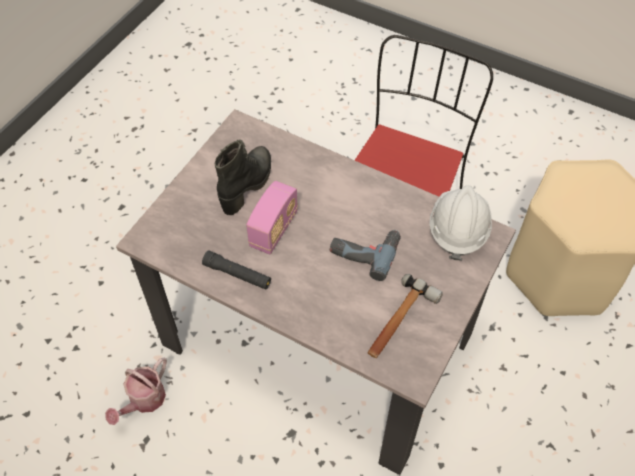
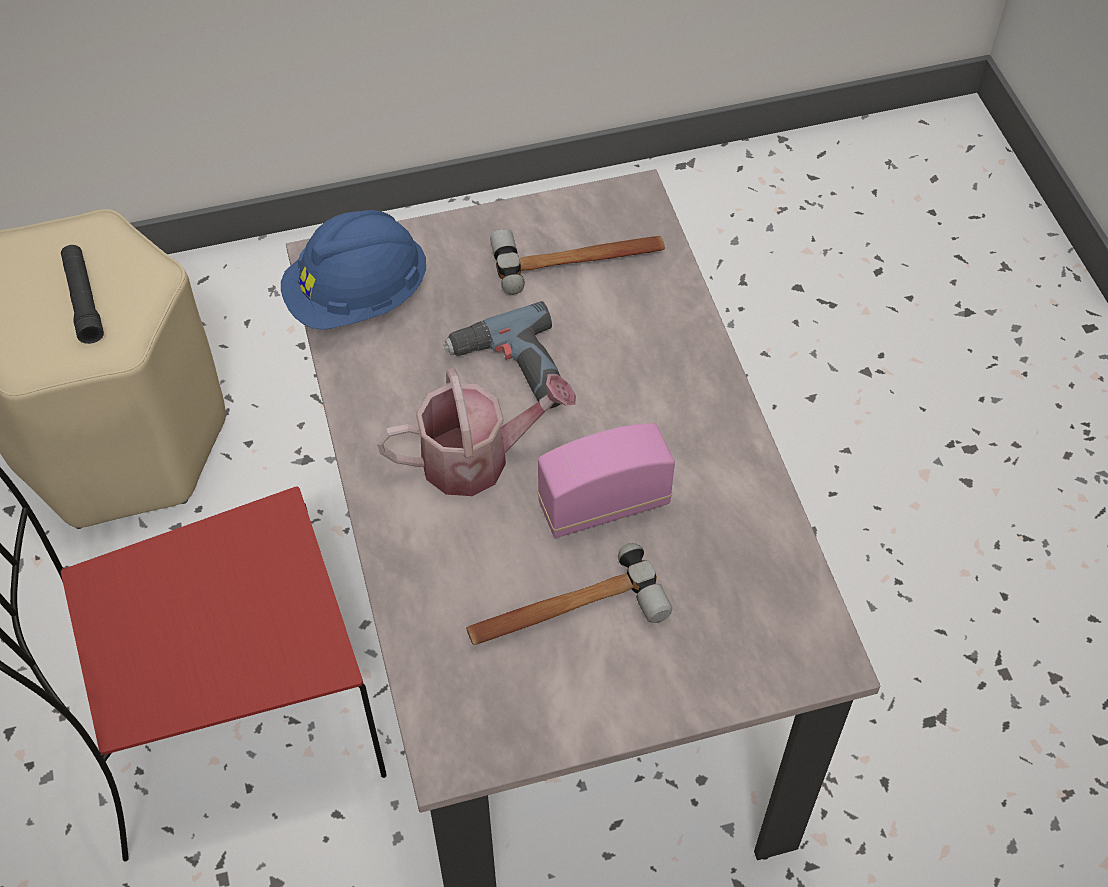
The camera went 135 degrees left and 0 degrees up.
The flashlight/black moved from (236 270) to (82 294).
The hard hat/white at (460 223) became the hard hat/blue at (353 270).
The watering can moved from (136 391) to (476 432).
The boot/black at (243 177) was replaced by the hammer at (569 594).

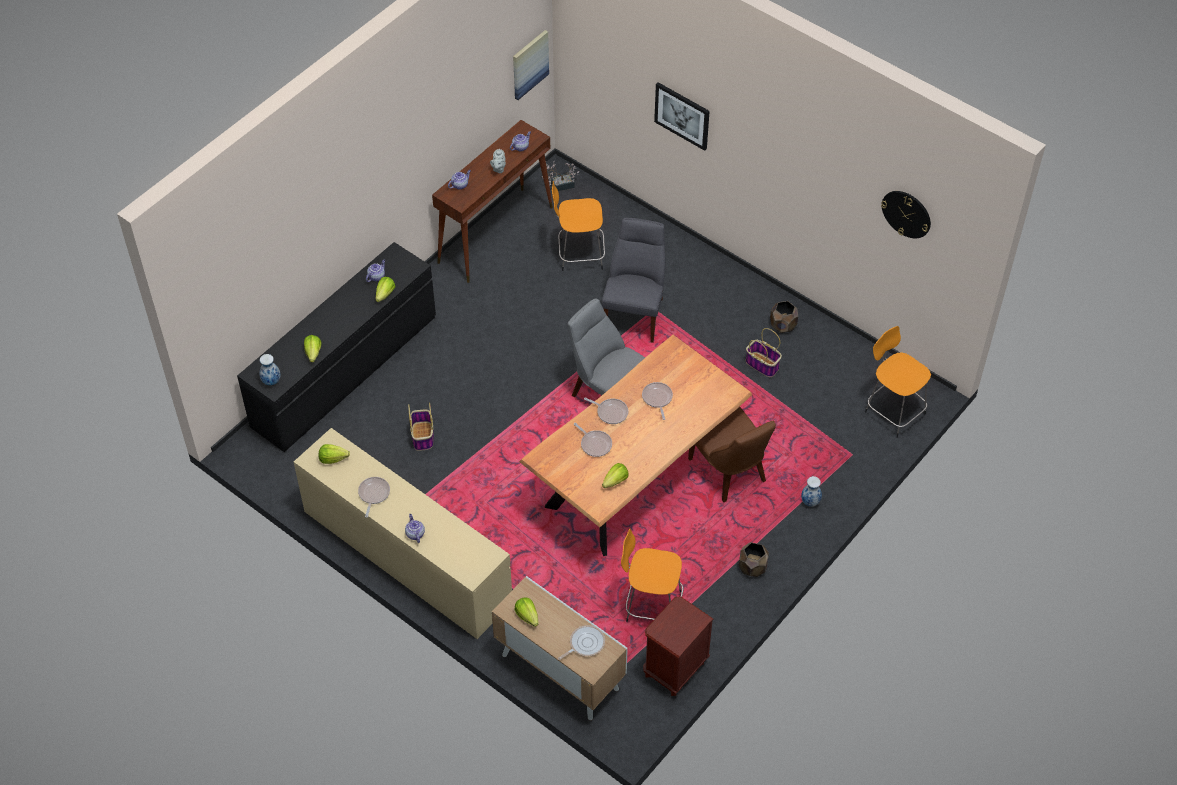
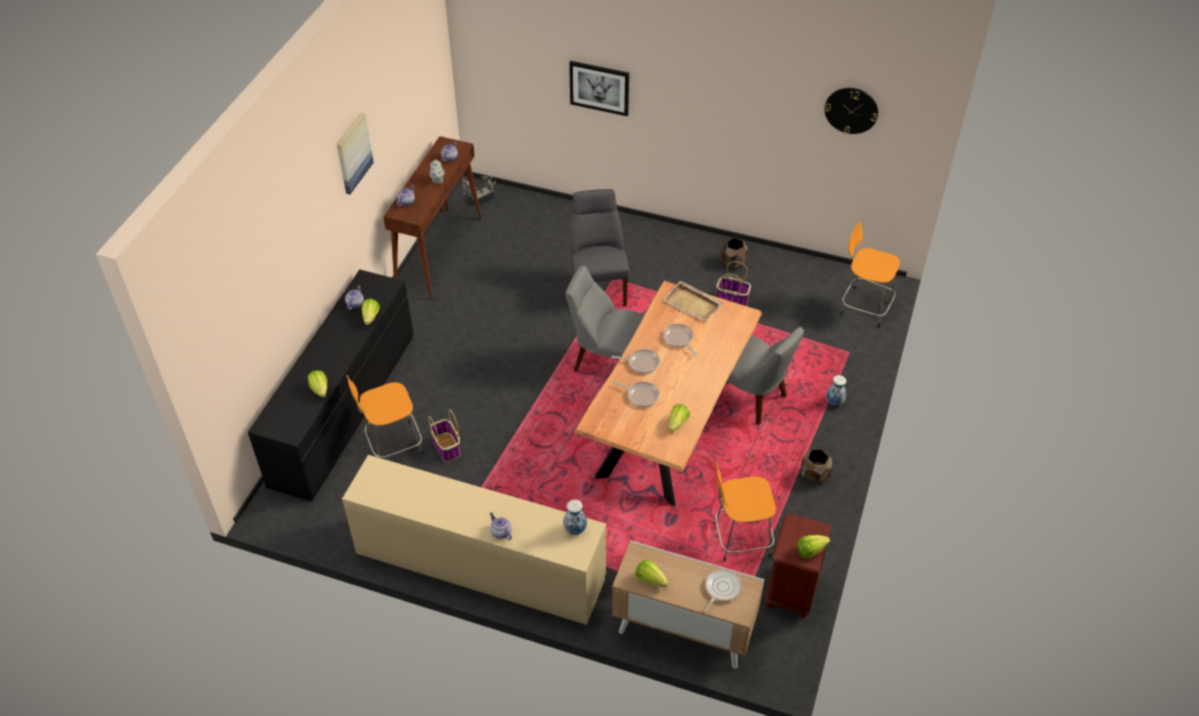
The camera went 20 degrees left and 5 degrees down.
The picture moved from (531 65) to (355 153).
The stool/orange moved from (578 226) to (384 416).
The vase moved from (270 369) to (575 517).
The tray/beige at (693 301) appeared.
The chair/brown at (732 454) became the chair/grey at (765 376).
The lettuce moved from (334 454) to (813 546).
The frying pan at (374 497) disappeared.

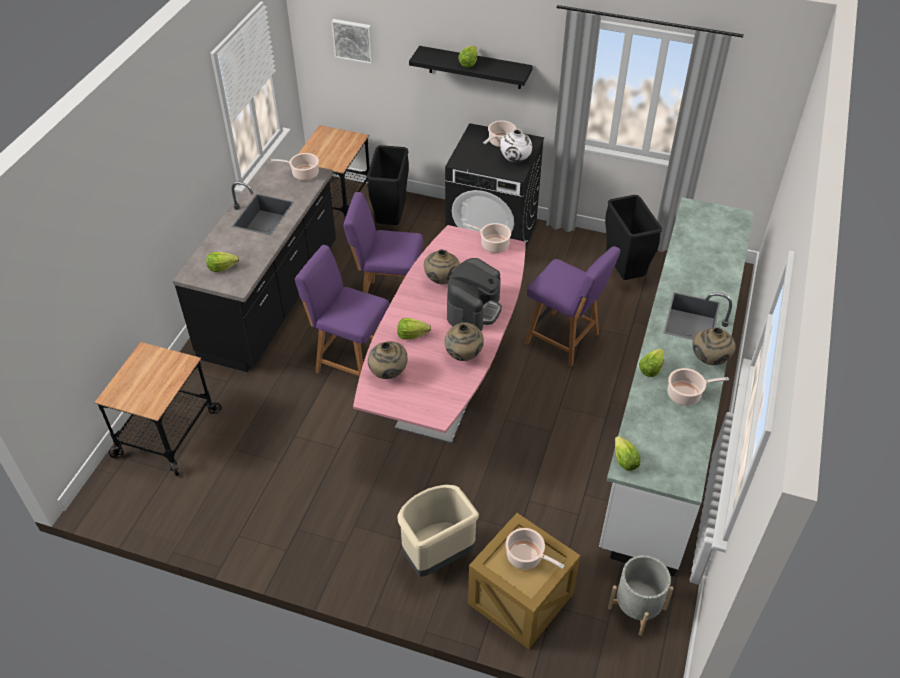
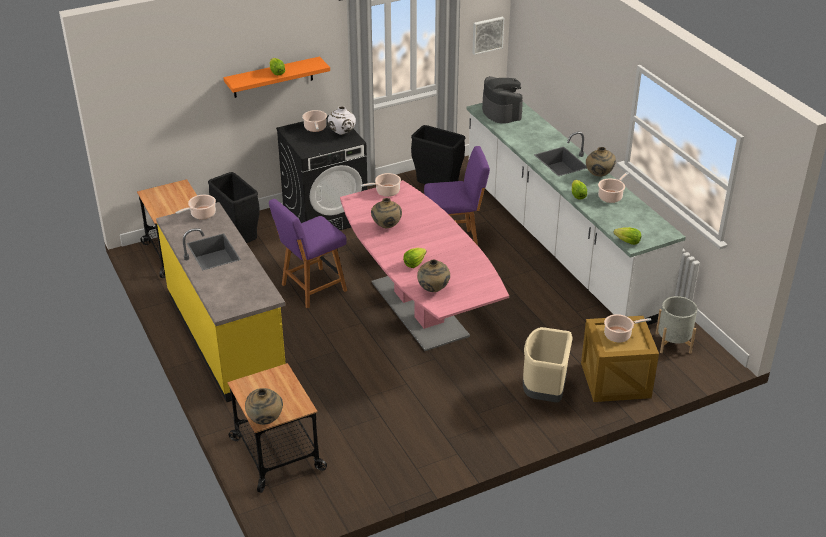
The camera went 45 degrees left and 10 degrees down.
The counter/black at (254 264) became the counter/yellow at (221 302).
The shelf/black at (471 67) became the shelf/orange at (276 77).
The vase/beige moved from (464 341) to (264 406).
The picture moved from (352 41) to (488 36).
The coffee machine moved from (474 294) to (502 100).
The lettuce at (222 262) disappeared.
The chair/purple at (342 311) disappeared.

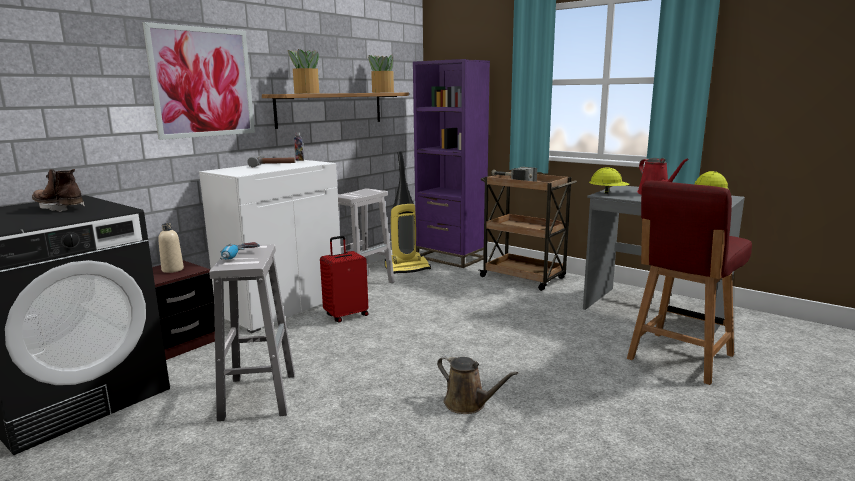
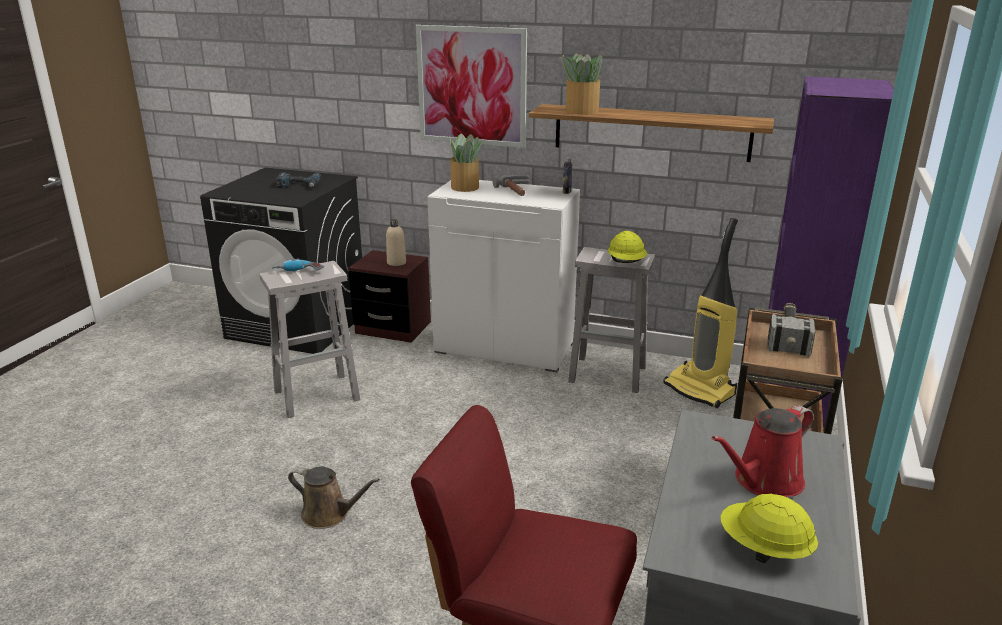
The camera went 70 degrees right and 10 degrees up.
The boot/brown at (58 190) was replaced by the power drill at (298 180).
The watering can/brown at (477 384) turned 90 degrees counterclockwise.
The potted plant moved from (380 74) to (465 162).
The hard hat/yellow moved from (609 180) to (627 247).
The suitcase/red at (344 279) disappeared.

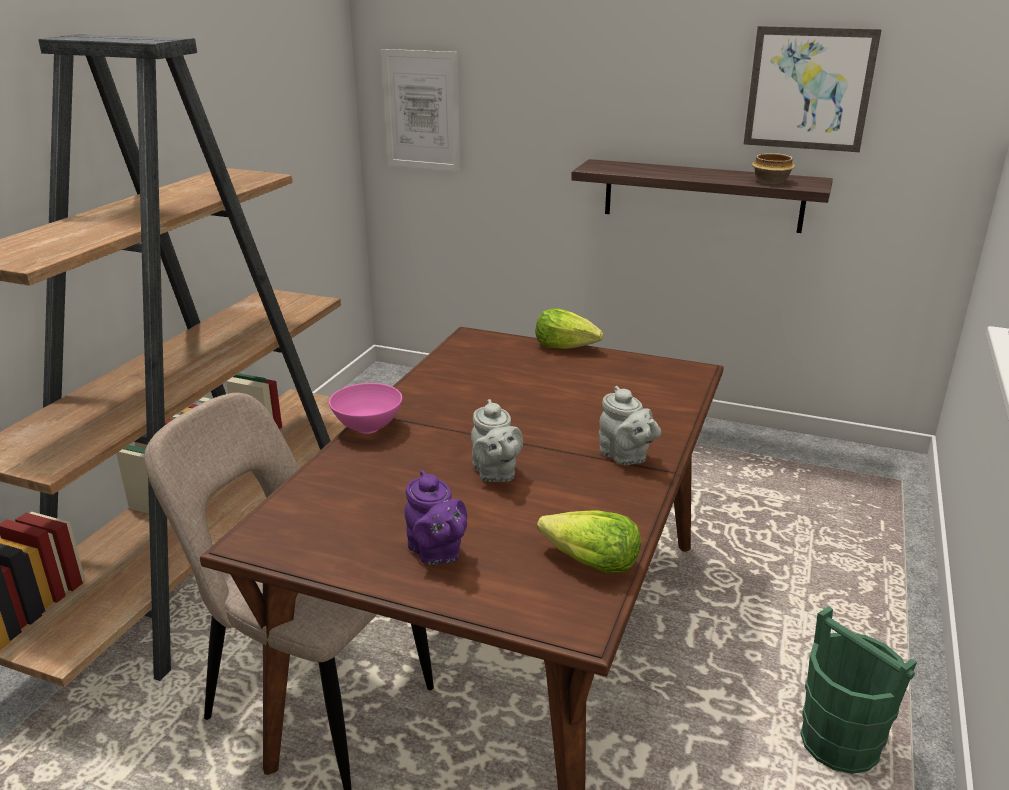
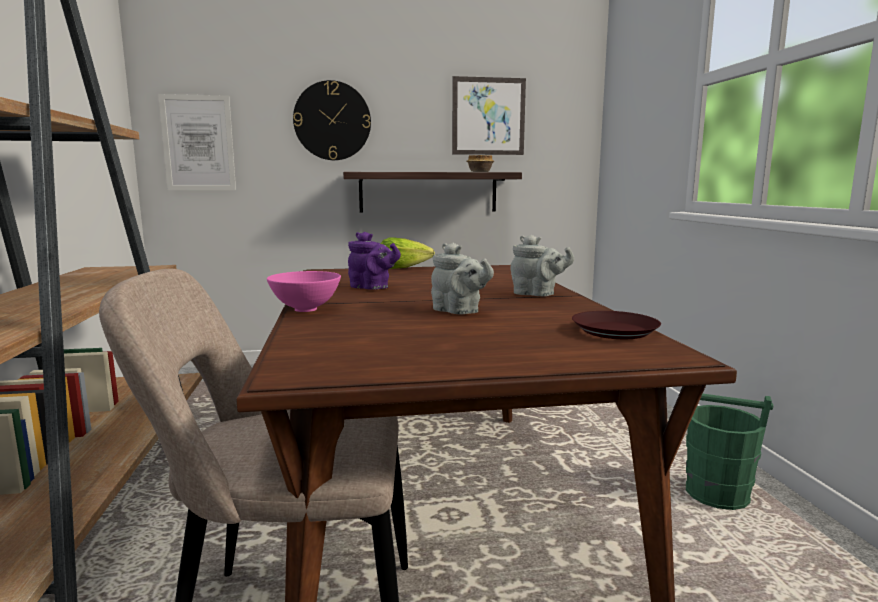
The camera went 30 degrees left and 15 degrees down.
The wall clock at (332 120) appeared.
The teapot/purple moved from (436 518) to (374 261).
The lettuce at (589 541) was replaced by the plate/brown at (616 325).

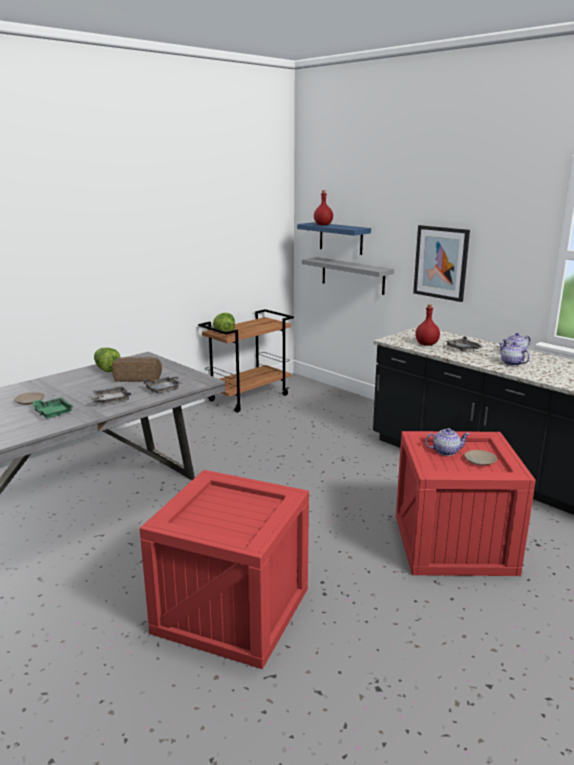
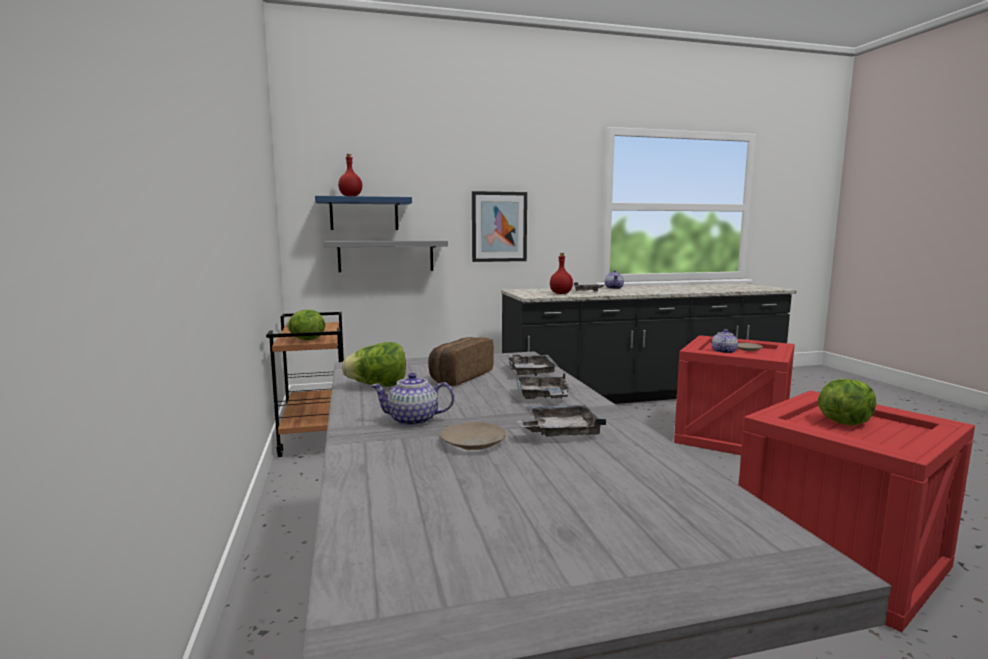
The camera went 60 degrees left and 10 degrees down.
The teapot moved from (514 354) to (412 399).
The tray/green at (53 408) became the tray/grey at (561 420).
The lettuce at (847 402) appeared.

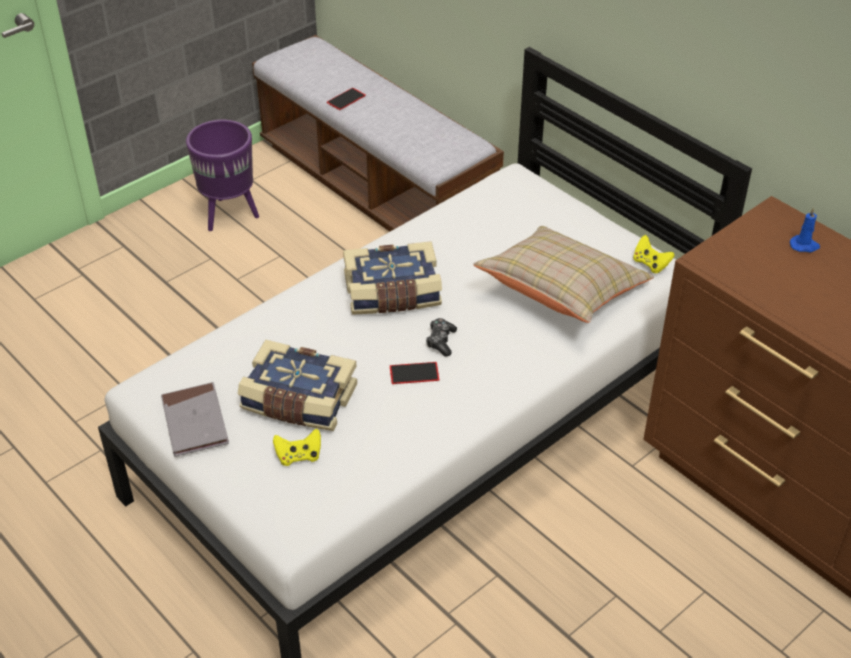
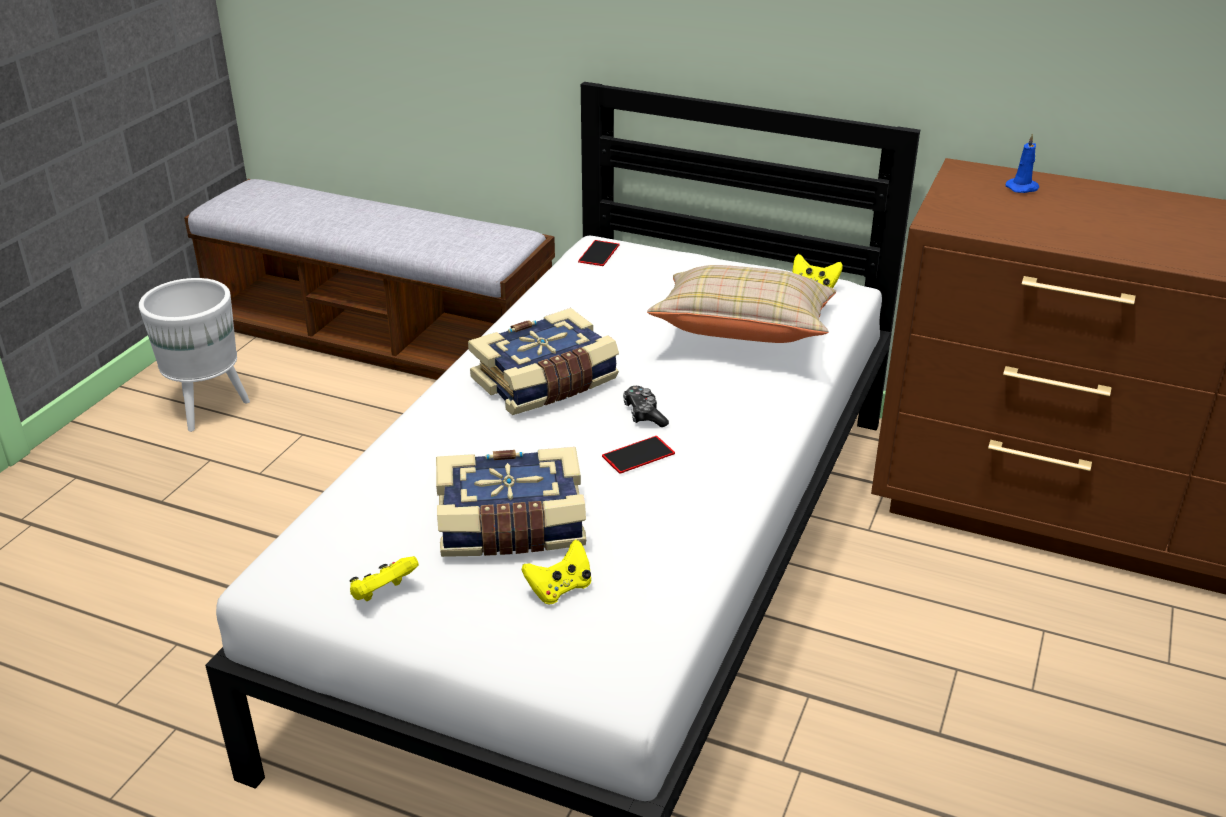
The camera went 25 degrees left and 10 degrees down.
The planter/purple at (222 175) became the planter/white at (194 355).
The book/grey at (195 419) was replaced by the game controller/yellow at (384 578).
The phone moved from (346 99) to (598 253).

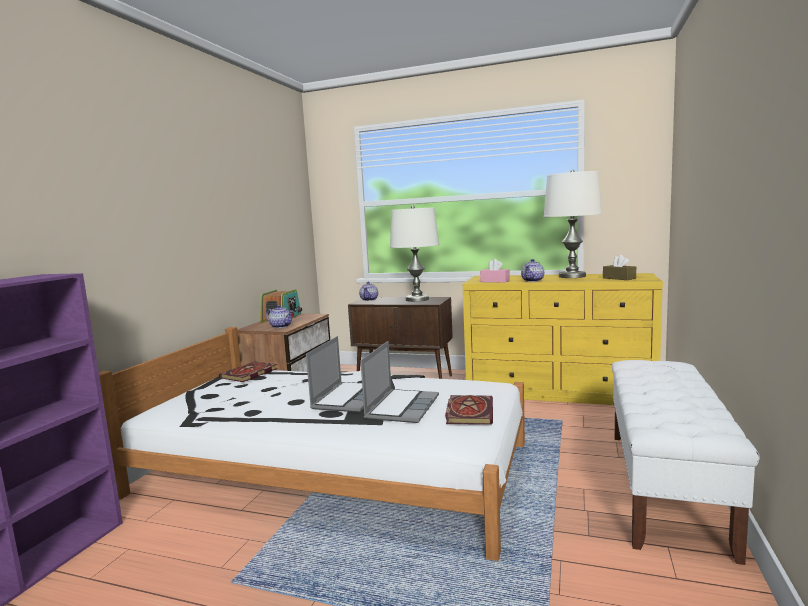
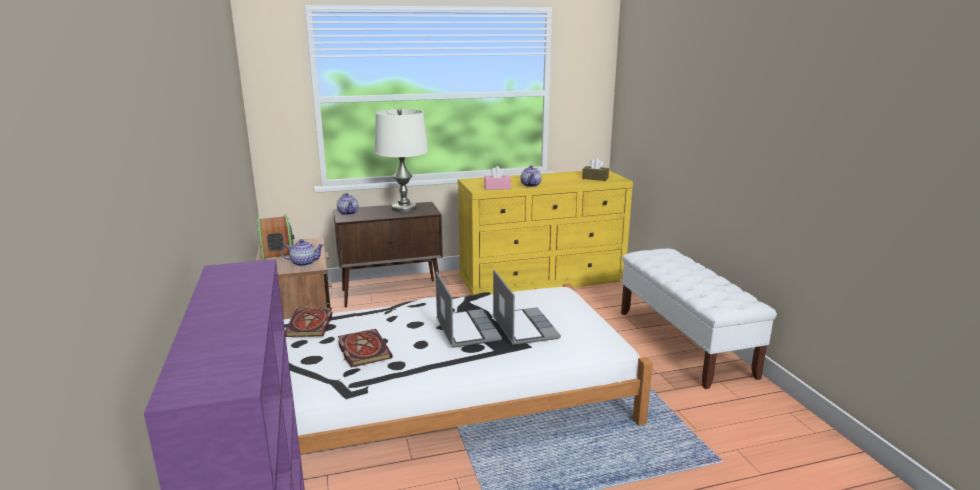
The camera went 35 degrees left and 10 degrees up.
The book moved from (469 410) to (365 348).
The table lamp/white at (573 224) disappeared.

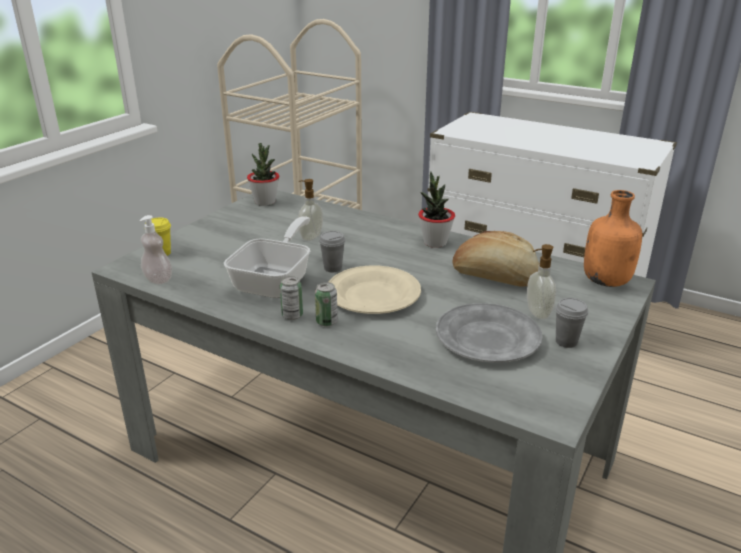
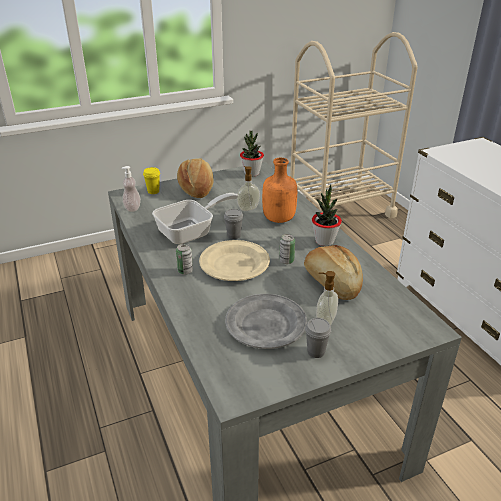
The camera went 35 degrees right and 5 degrees up.
The bread at (195 178) appeared.
The bottle/orange moved from (613 238) to (279 190).
The can moved from (291 298) to (287 249).

